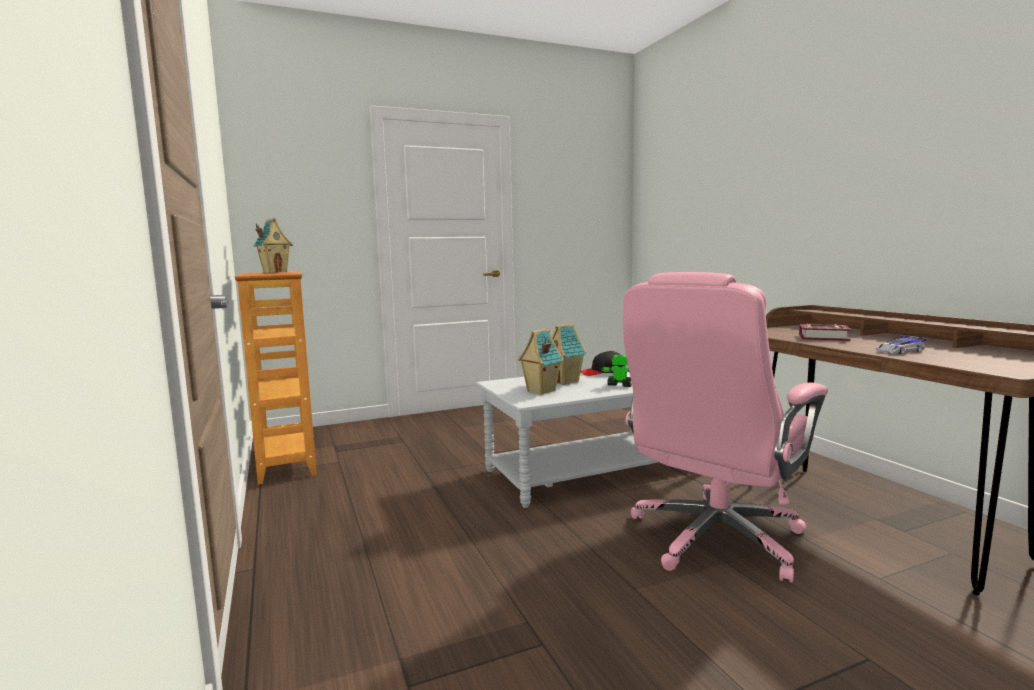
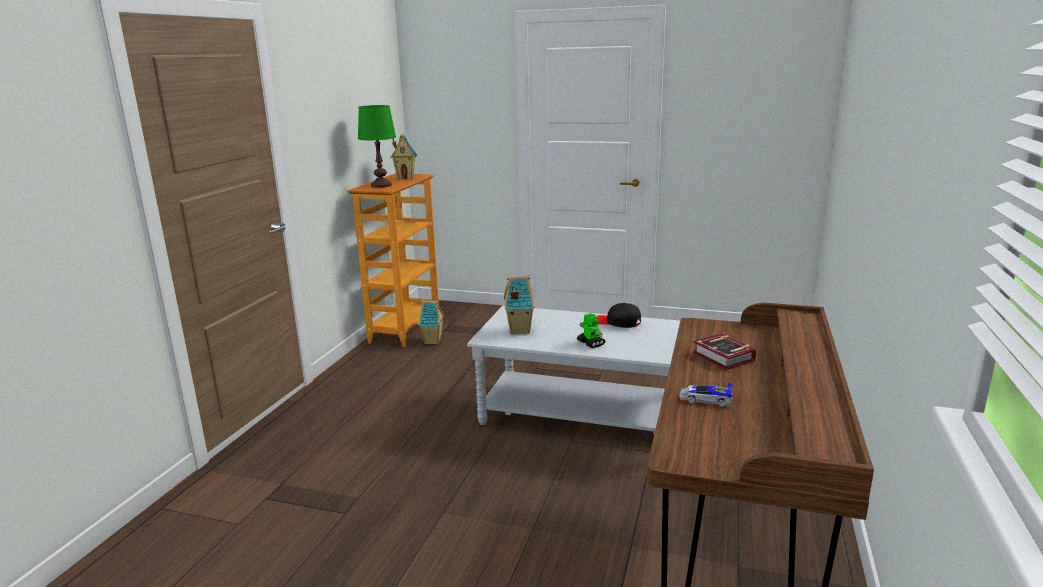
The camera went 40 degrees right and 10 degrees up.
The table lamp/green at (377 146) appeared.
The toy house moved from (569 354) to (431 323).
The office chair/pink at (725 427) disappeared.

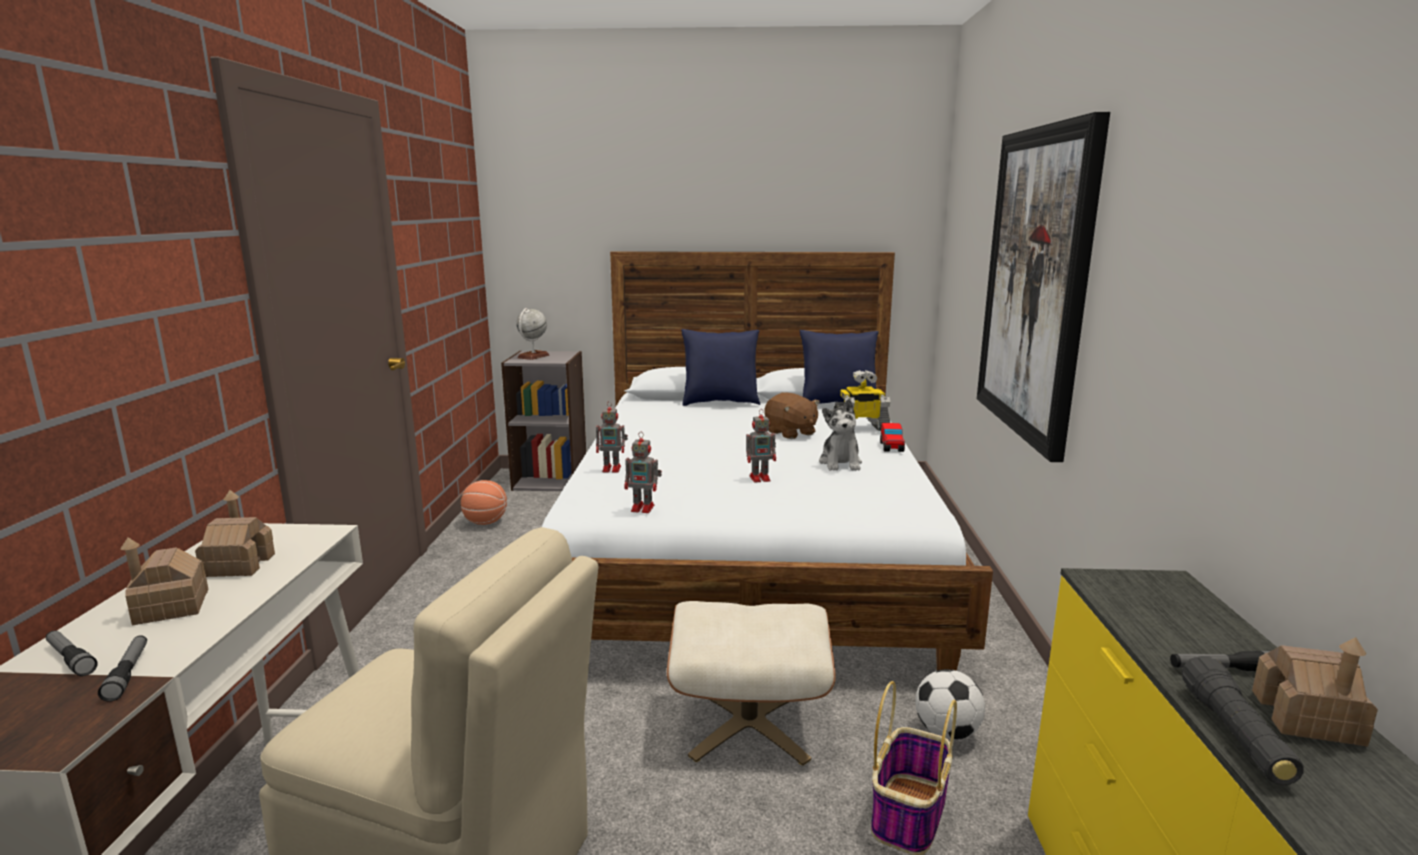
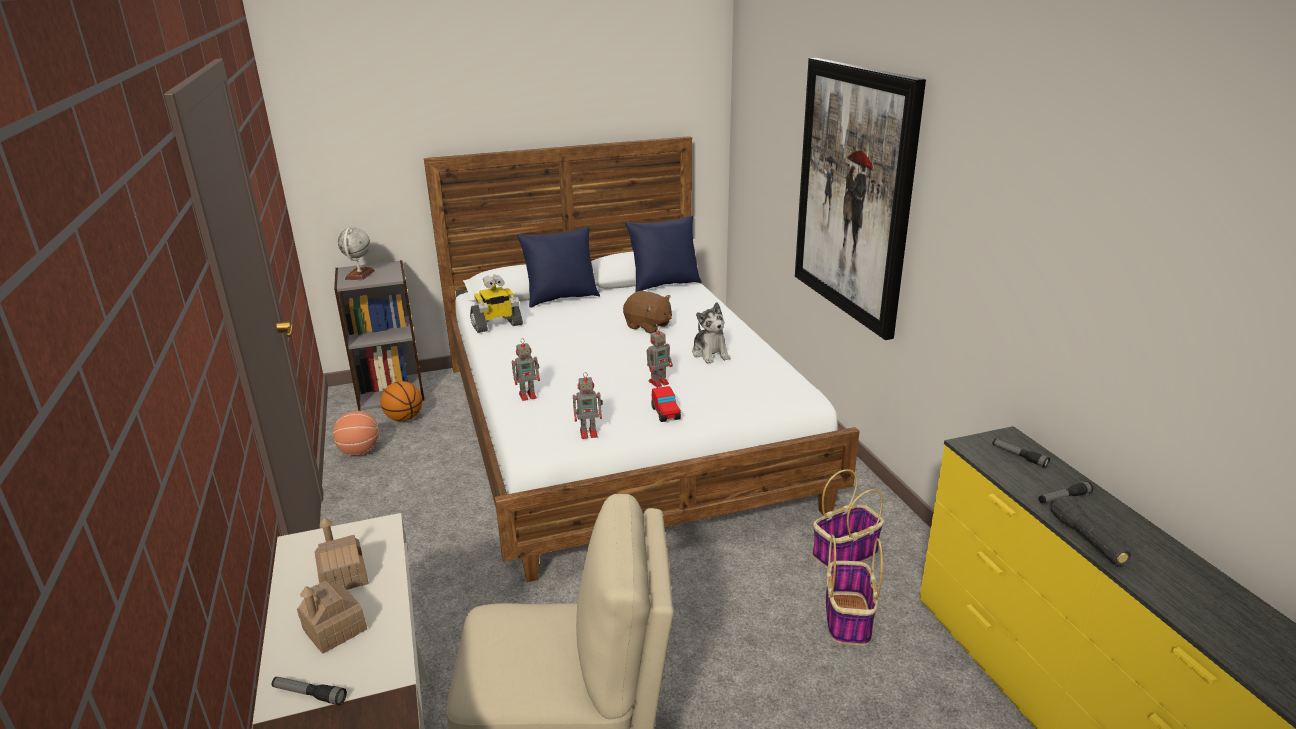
The camera went 20 degrees left and 10 degrees up.
The basketball at (401 401) appeared.
The toy robot moved from (862 400) to (496 303).
The toy car moved from (892 437) to (666 404).
The football at (950 704) was replaced by the basket at (848 519).
The flashlight moved from (122 668) to (1021 453).
The ottoman/beige at (751 683) disappeared.
The toy house at (1315 692) disappeared.

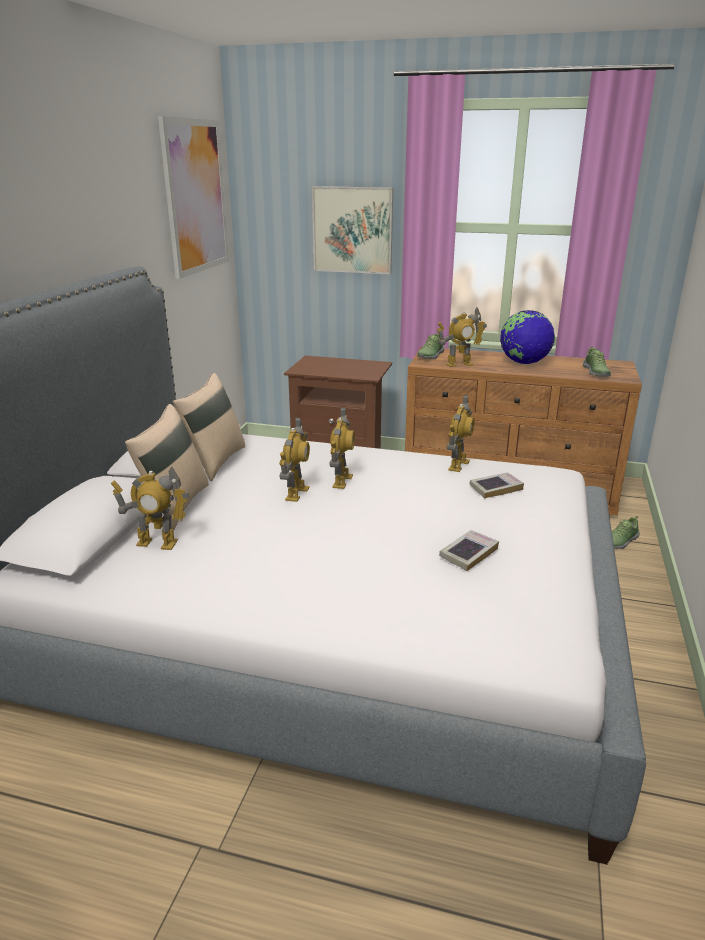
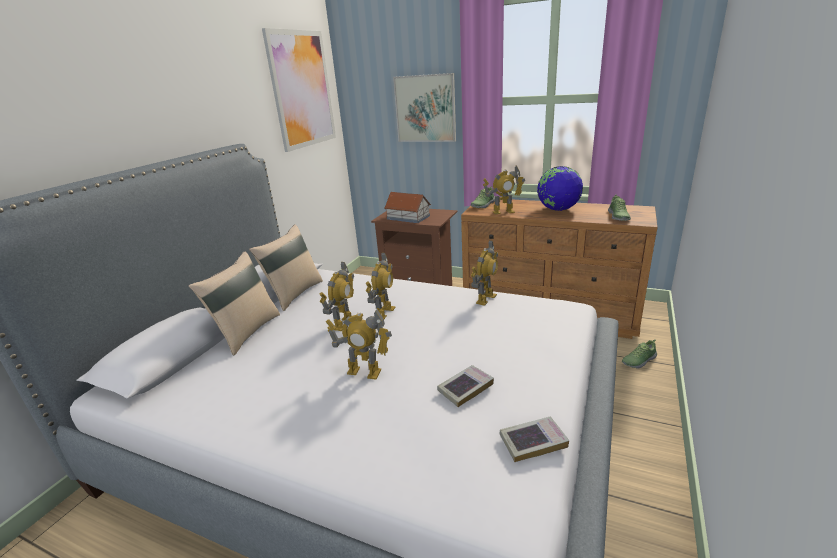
The camera went 10 degrees right and 0 degrees up.
The toy robot moved from (150 508) to (359 344).
The toy house at (407 207) appeared.
The book moved from (496 485) to (534 439).

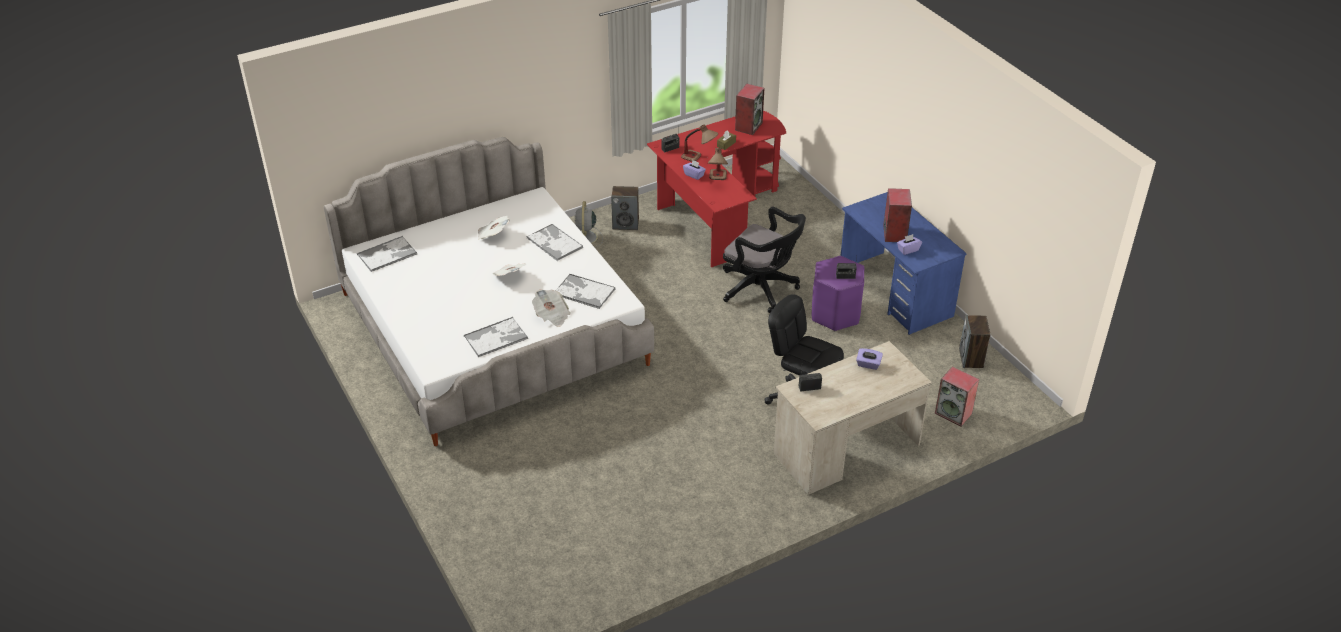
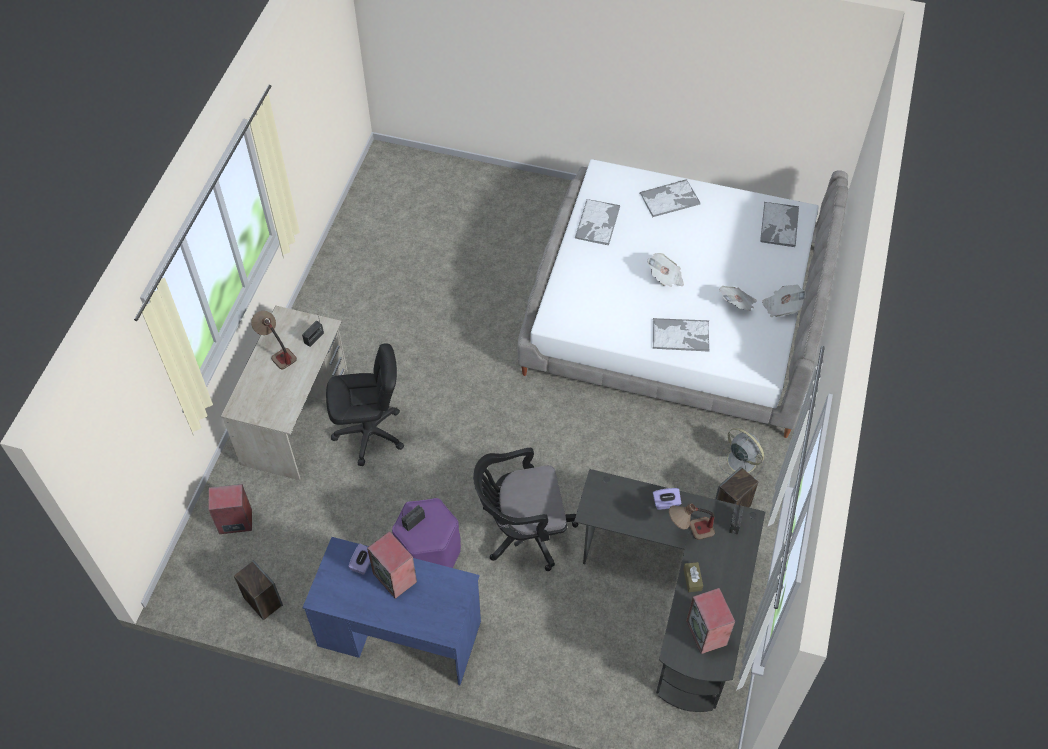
The camera went 135 degrees right and 15 degrees up.
The table lamp moved from (718 164) to (274 340).
The desk/red at (716 188) became the desk/black at (669 590).
The tray moved from (586 291) to (670 198).
The newspaper moved from (551 308) to (784 301).
The tissue box/purple at (869 359) disappeared.

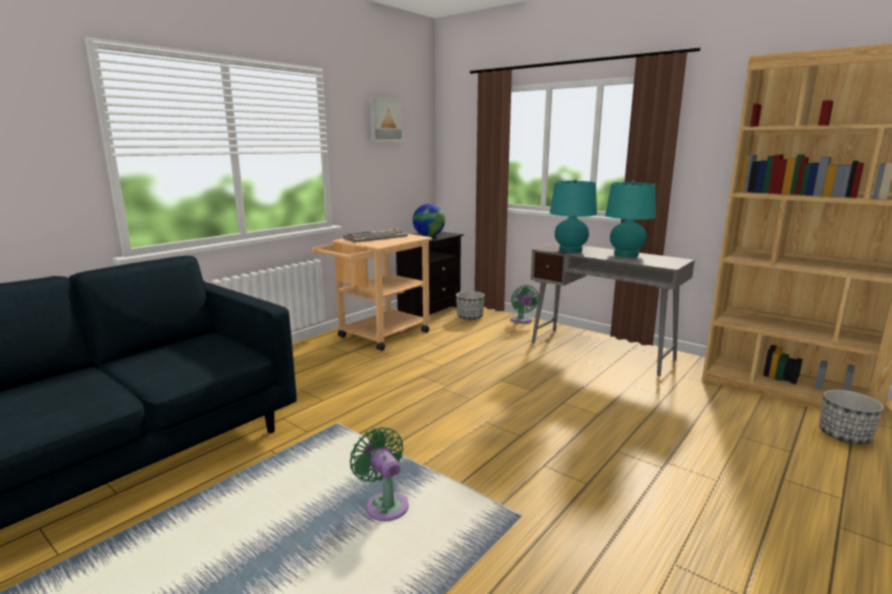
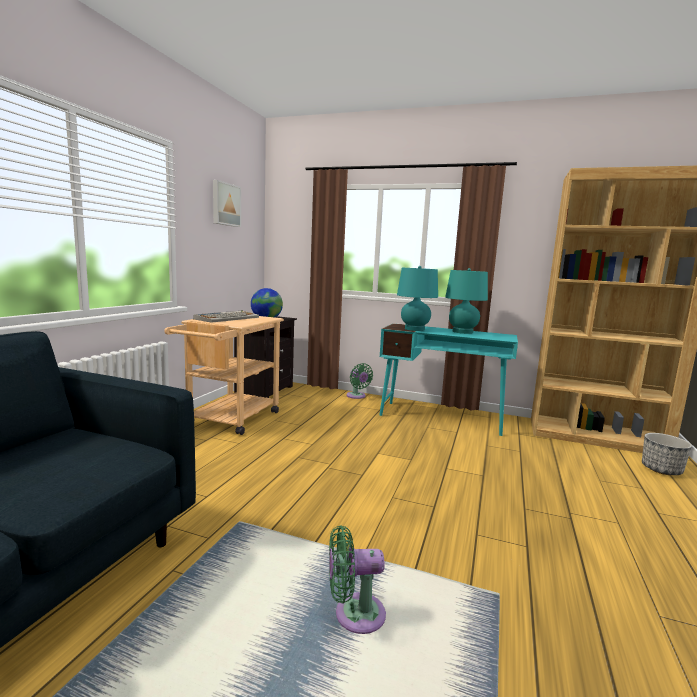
The camera went 20 degrees left and 5 degrees down.
The fan/green at (379 474) turned 45 degrees counterclockwise.
The desk/grey at (613 309) became the desk/turquoise at (448 379).
The planter at (470 305) disappeared.

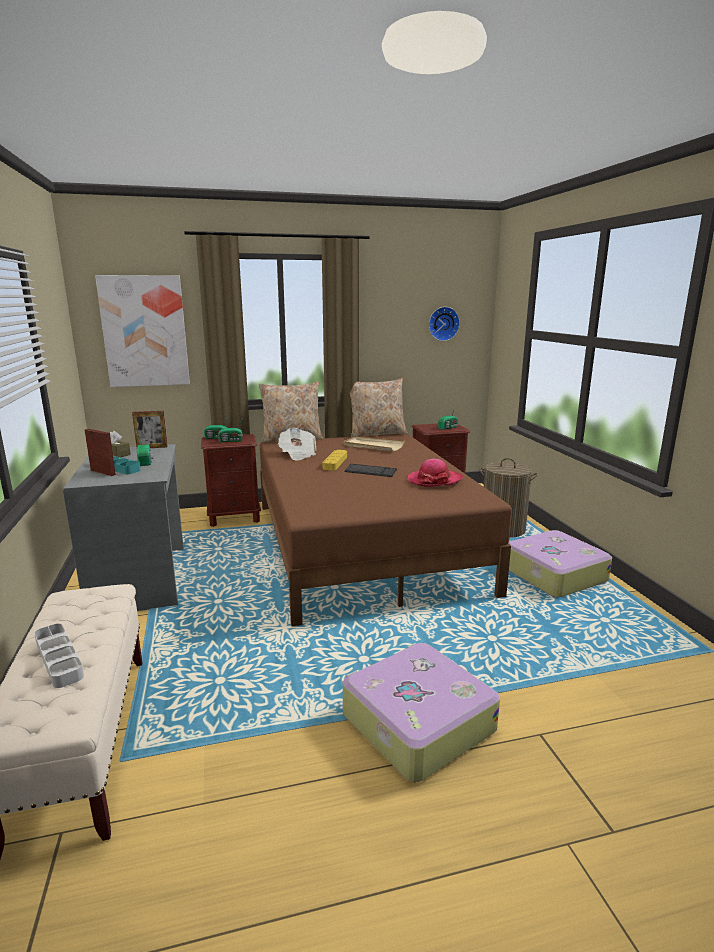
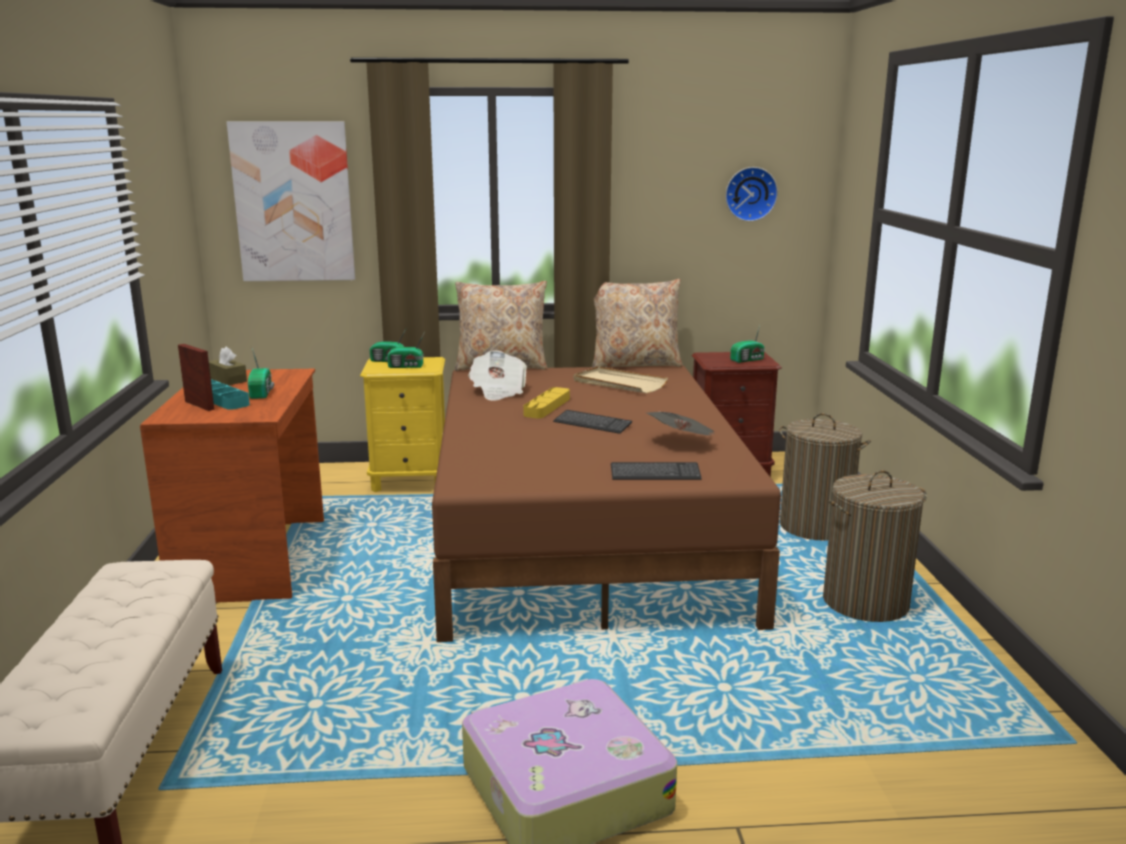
The camera went 10 degrees right and 0 degrees up.
The desk/grey at (123 527) became the desk/brown at (232 485).
The nightstand/brown at (231 480) became the nightstand/yellow at (402 424).
The keyboard at (656 471) appeared.
The hat at (435 473) was replaced by the newspaper at (680 423).
The suitcase at (560 564) was replaced by the laundry basket at (875 546).
The tray/grey at (59 655) disappeared.
The picture frame at (150 429) disappeared.

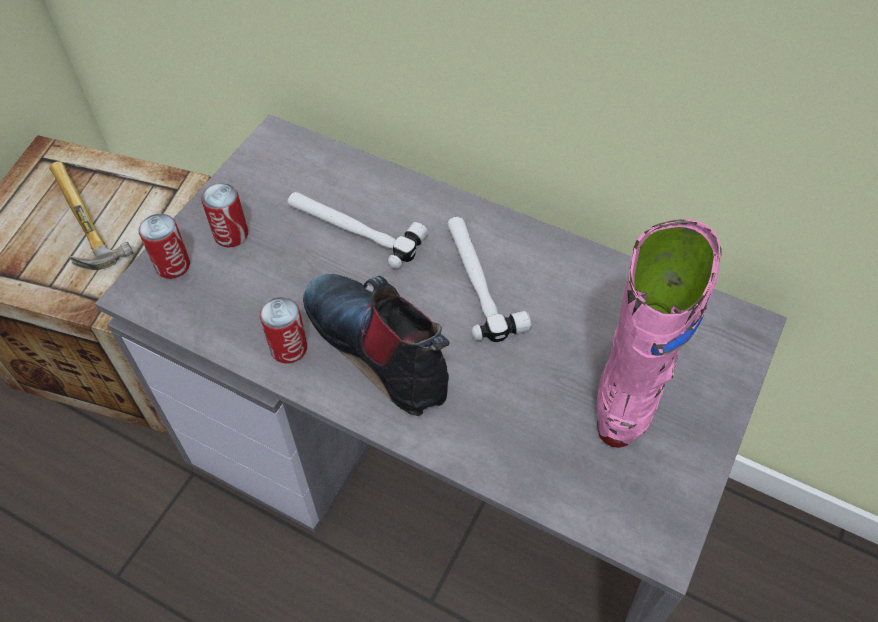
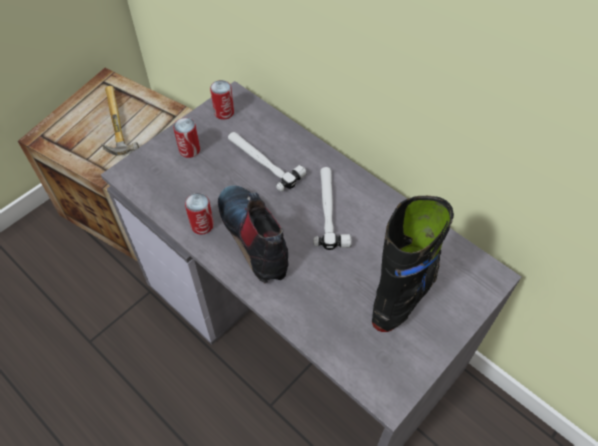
The camera went 15 degrees right and 0 degrees up.
The can moved from (164 246) to (222 100).
The boot/pink at (659 333) became the boot/black at (413 264).

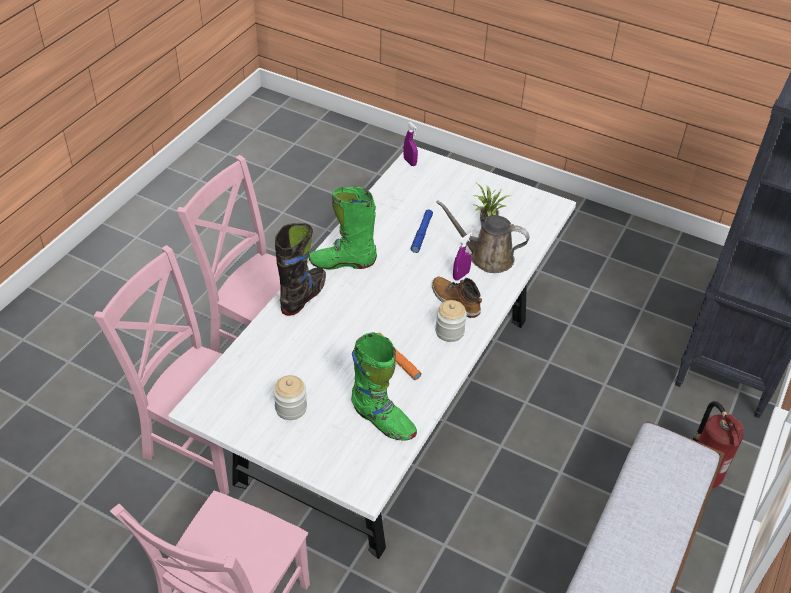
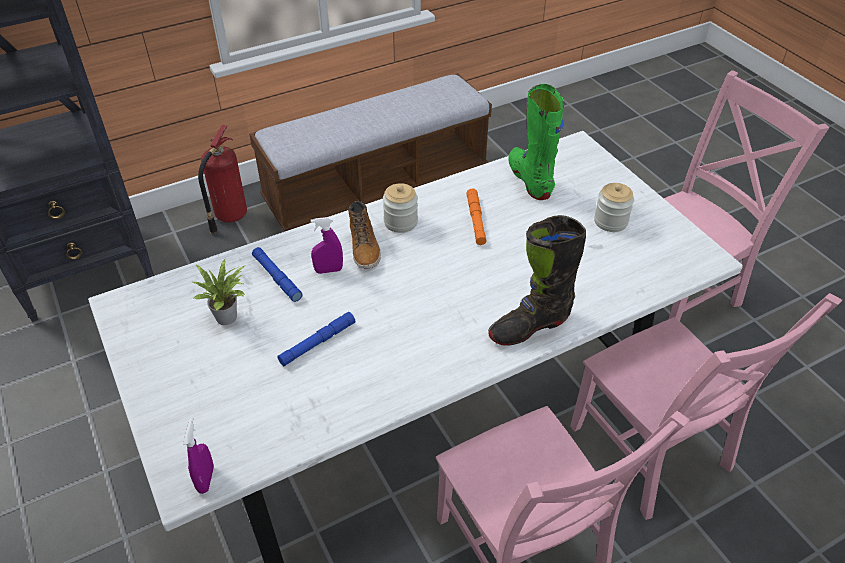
The camera went 145 degrees left and 0 degrees up.
The watering can/brown at (483 236) was replaced by the flashlight/blue at (277 274).
The boot/green at (343 228) disappeared.

